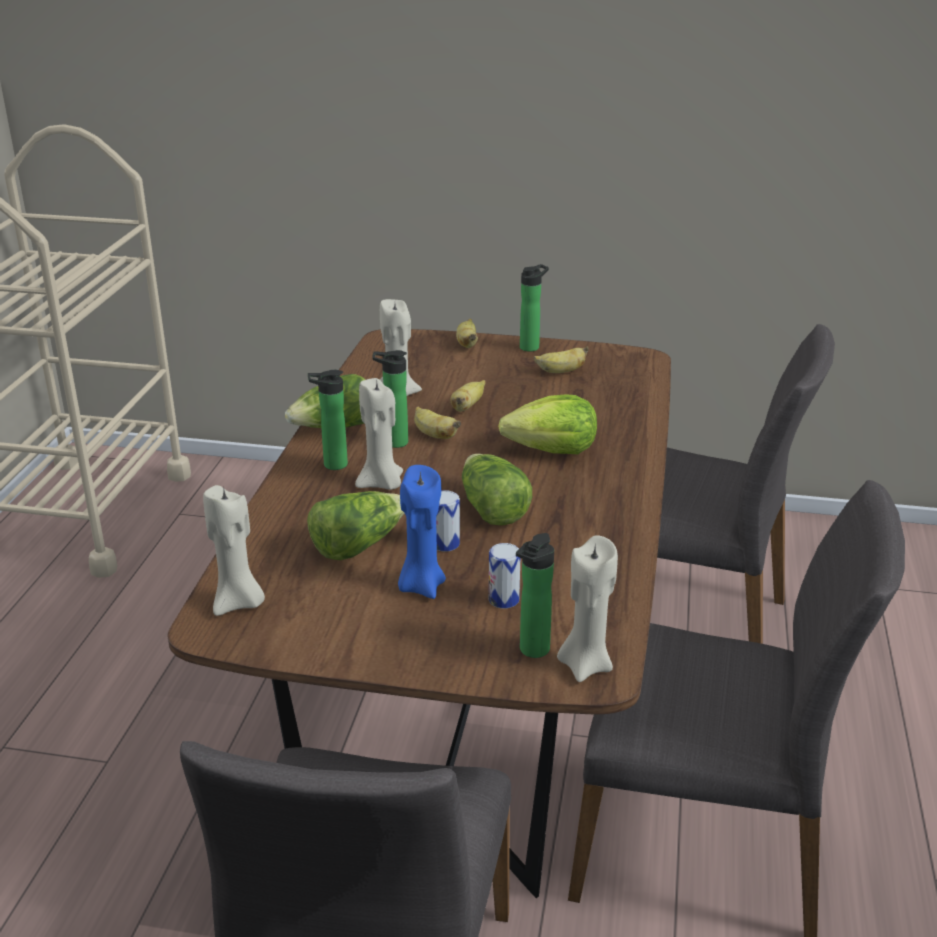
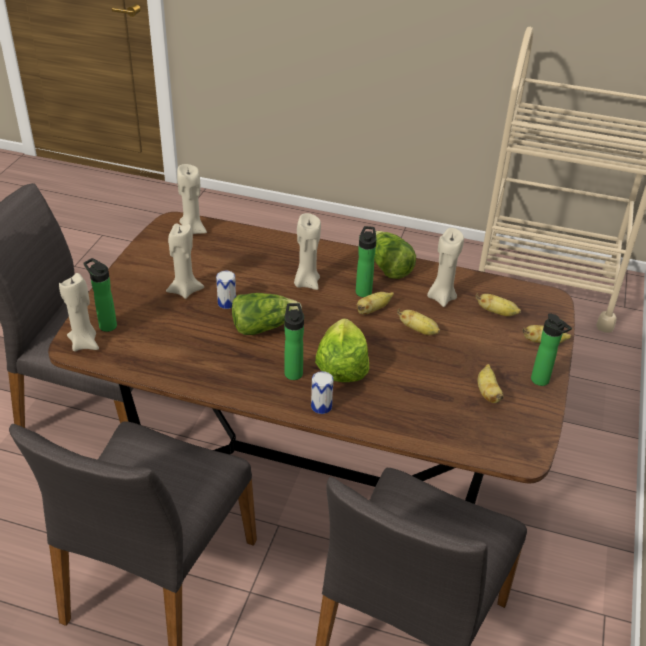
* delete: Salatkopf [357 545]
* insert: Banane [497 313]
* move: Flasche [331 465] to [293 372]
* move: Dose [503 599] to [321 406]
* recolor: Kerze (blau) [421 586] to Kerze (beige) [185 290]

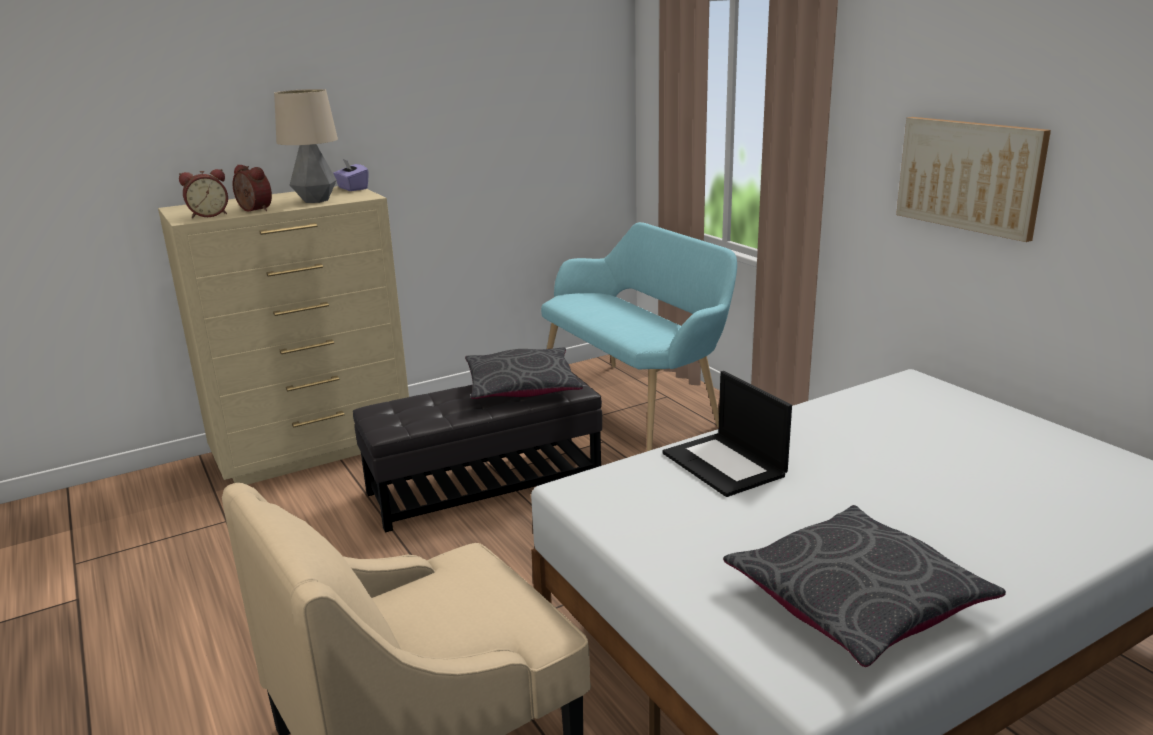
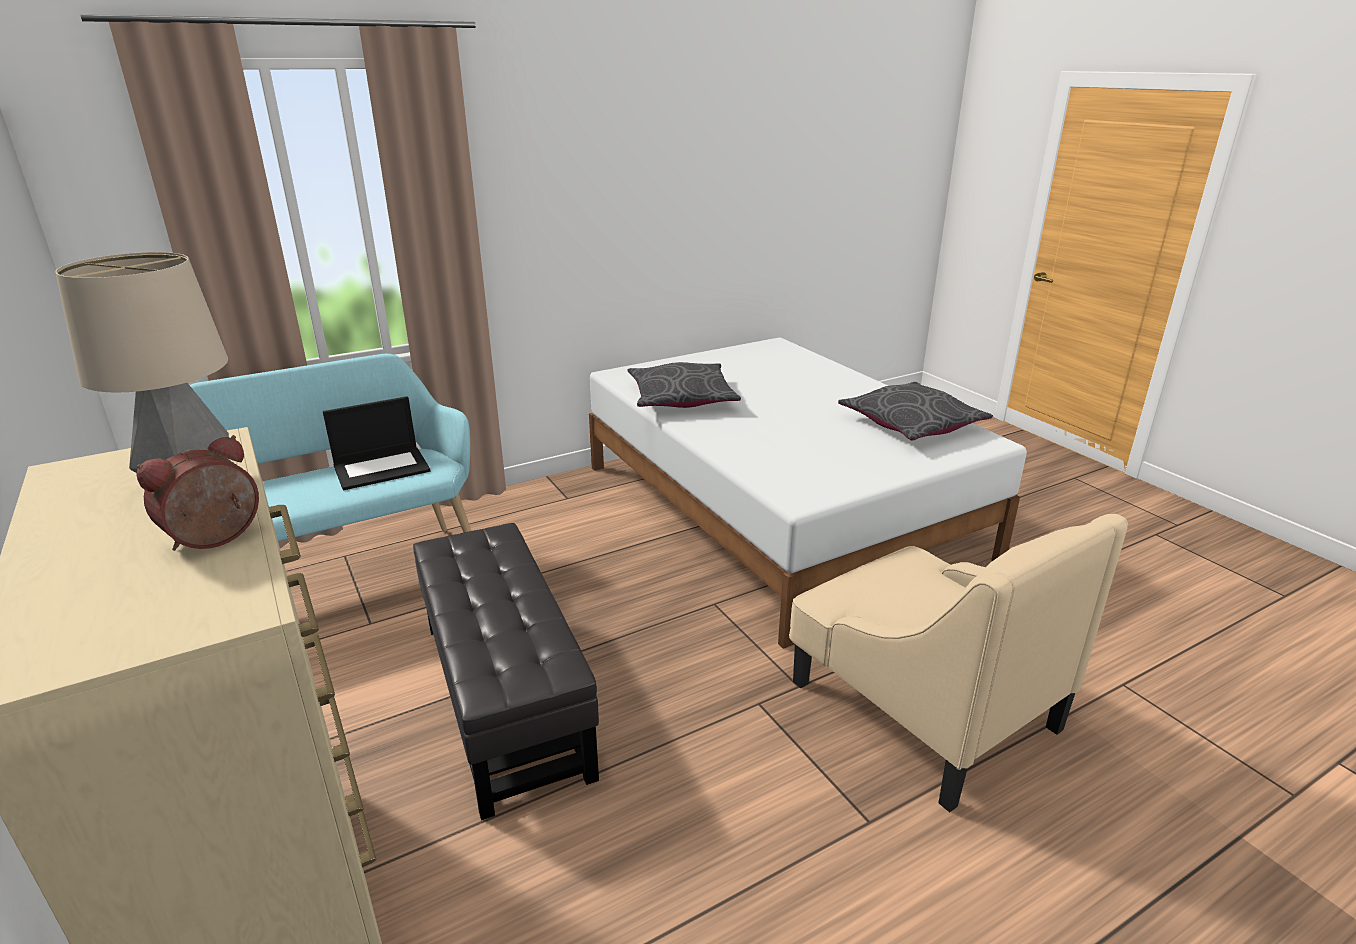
* delete: Wecker [209 215]
* delete: Taschentuchbox (lila) [352 188]
* delete: Bild [969 175]
* move: Kissen (grau) [522 387] to [681 398]
* move: Laptop [725 464] to [382 468]

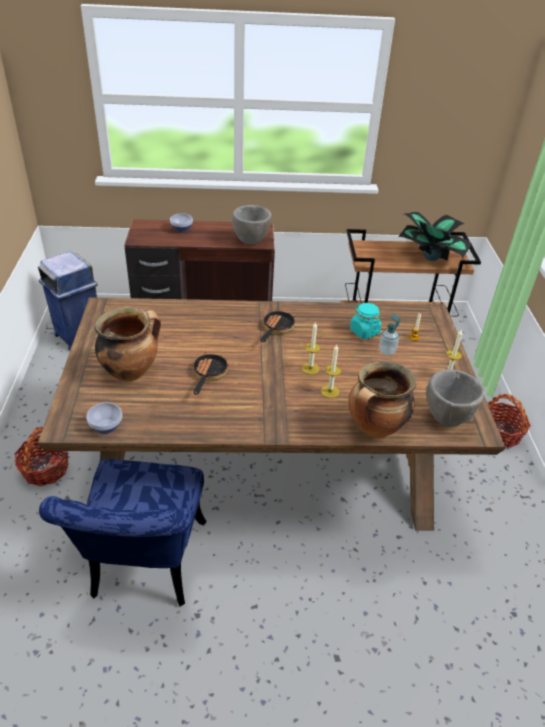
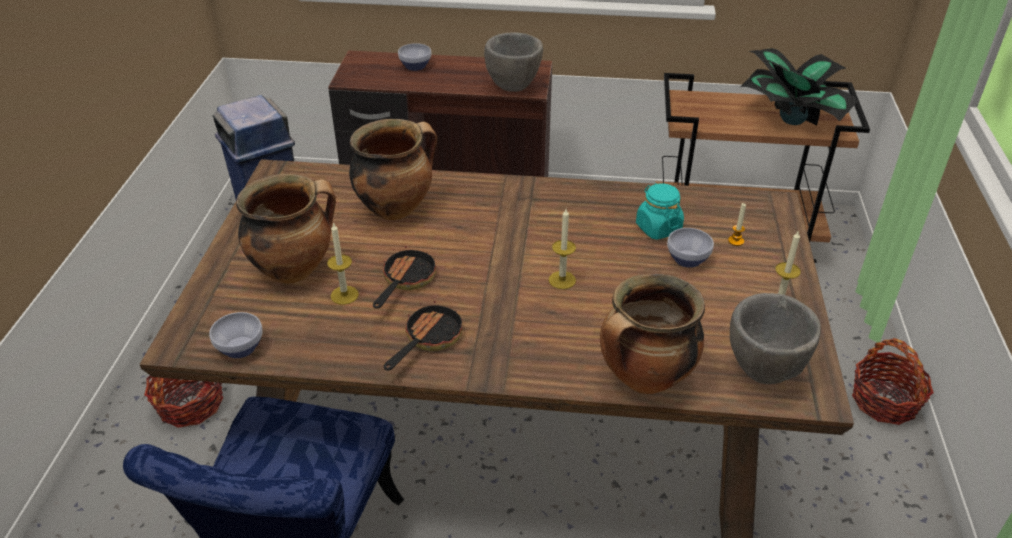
* insert: Kochtopf [396 208]
* move: Pfanne [276 329] to [428 339]
* move: Kerze [330 391] to [344 295]
* replace: Seifenspender [387 351] to Schüssel [688 260]

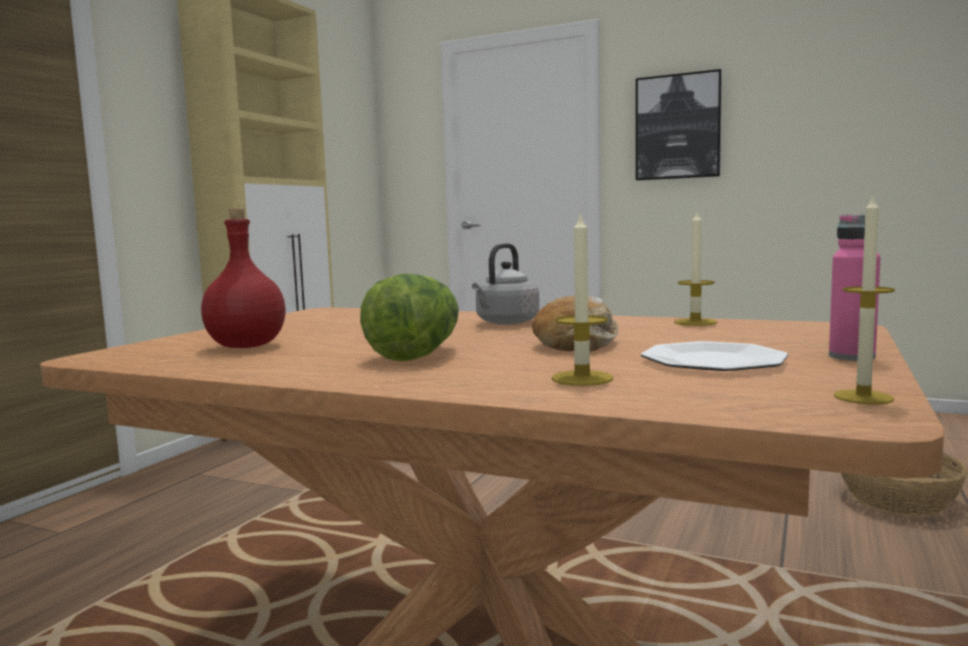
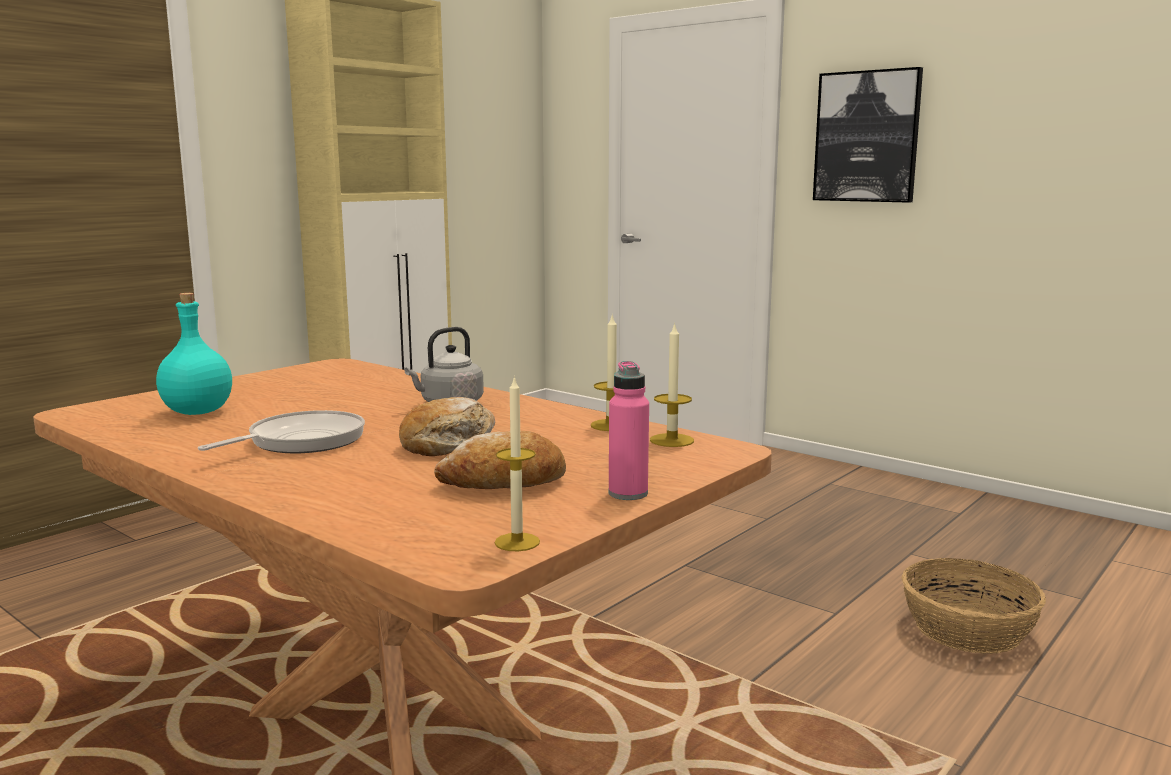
* move: Kerze [582 378] to [672 440]
* replace: Salatkopf [417 355] to Pfanne [300 441]
* replace: Teller [713 361] to Brot [504 483]
* recolor: Flasche (rot) [247 346] to Flasche (türkis) [198 412]

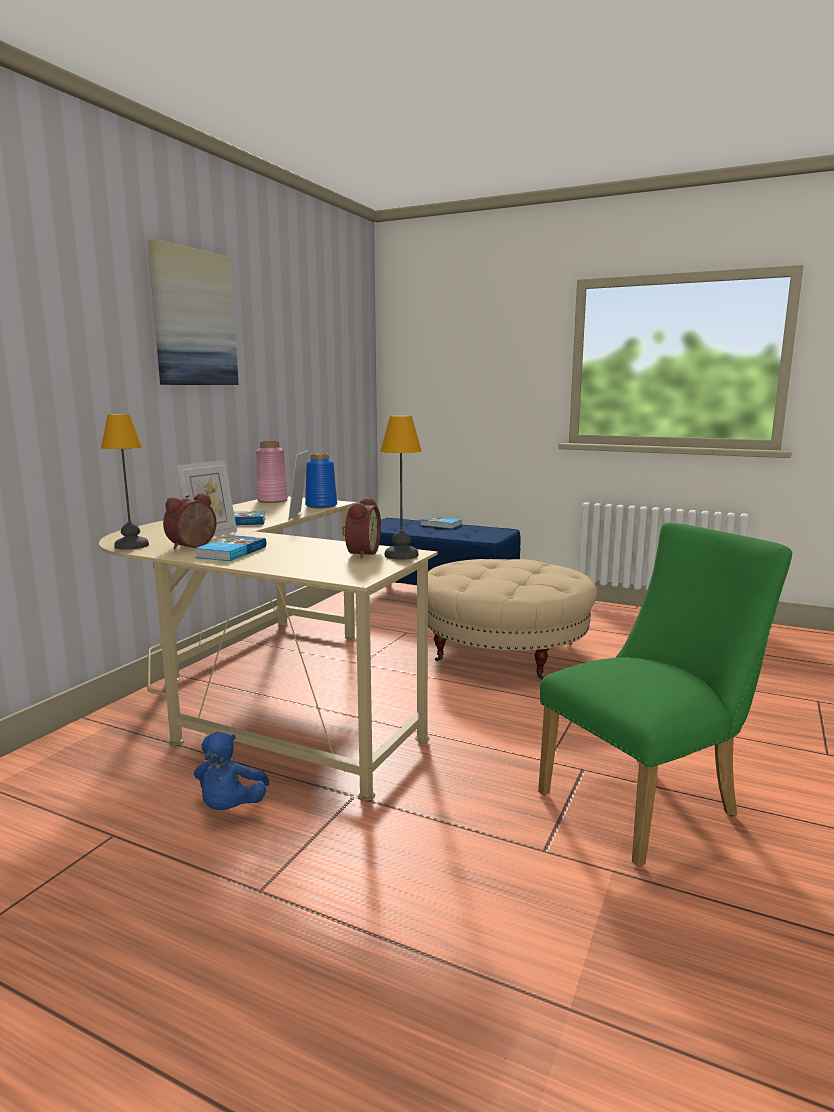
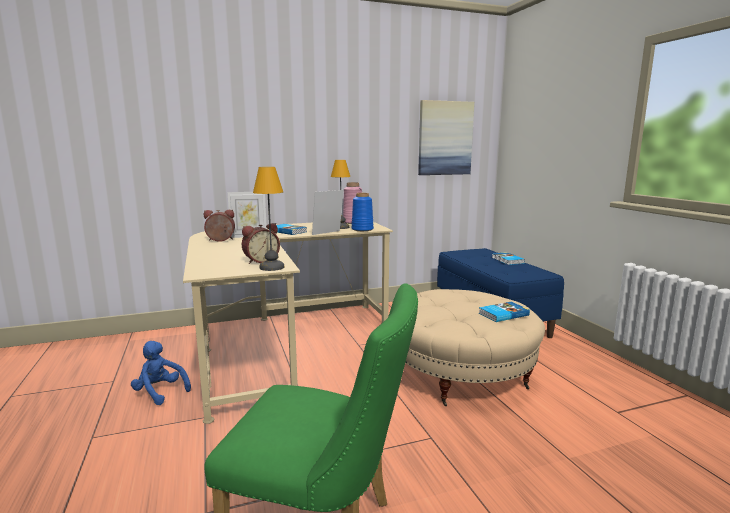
* move: Tischlampe [130 545] to [340 227]
* move: Bild [193 318] to [445 138]
* move: Buch [230 552] to [502 314]
* rotate: Plüschtier (blau) [230 807] = [160 392] 75 degrees clockwise

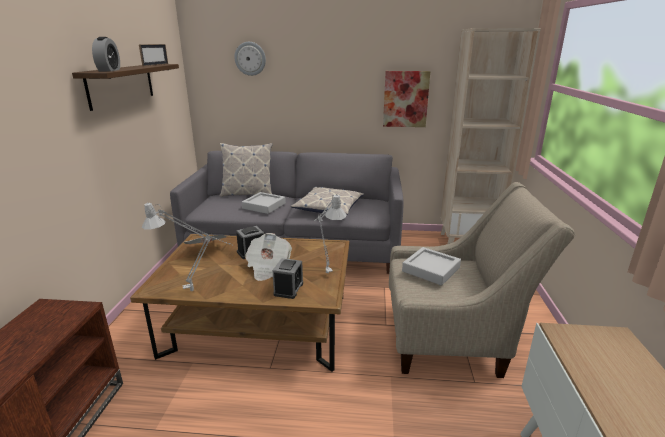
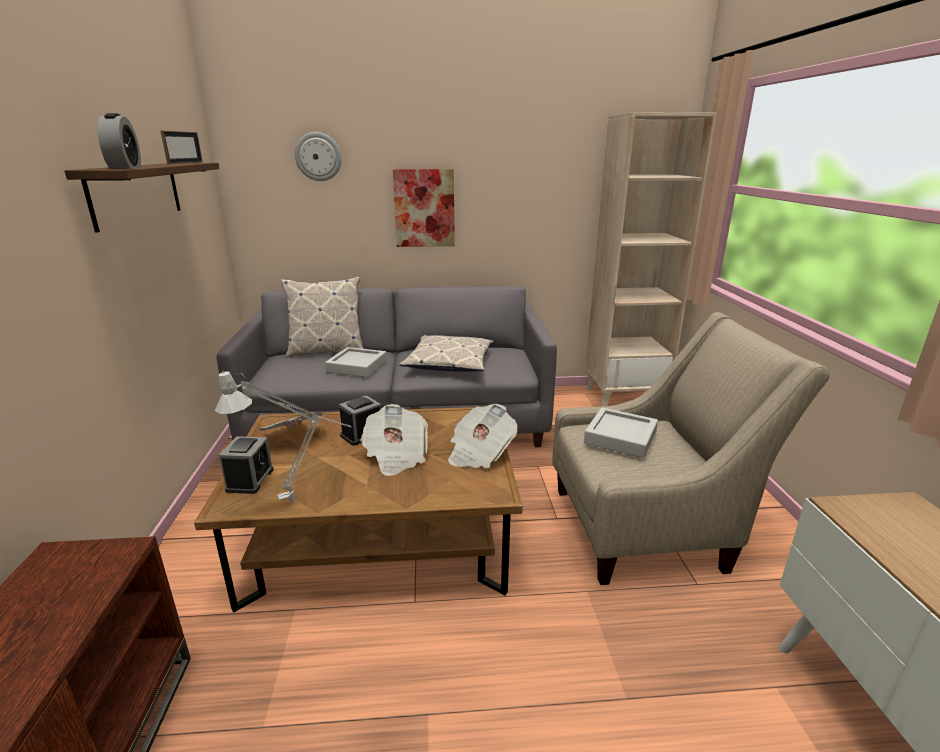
* move: Wecker [288 289] to [250 480]
* move: Bild [405 99] to [424 208]
* replace: Tischlampe (grau) [325 271] to Zeitung [479 453]

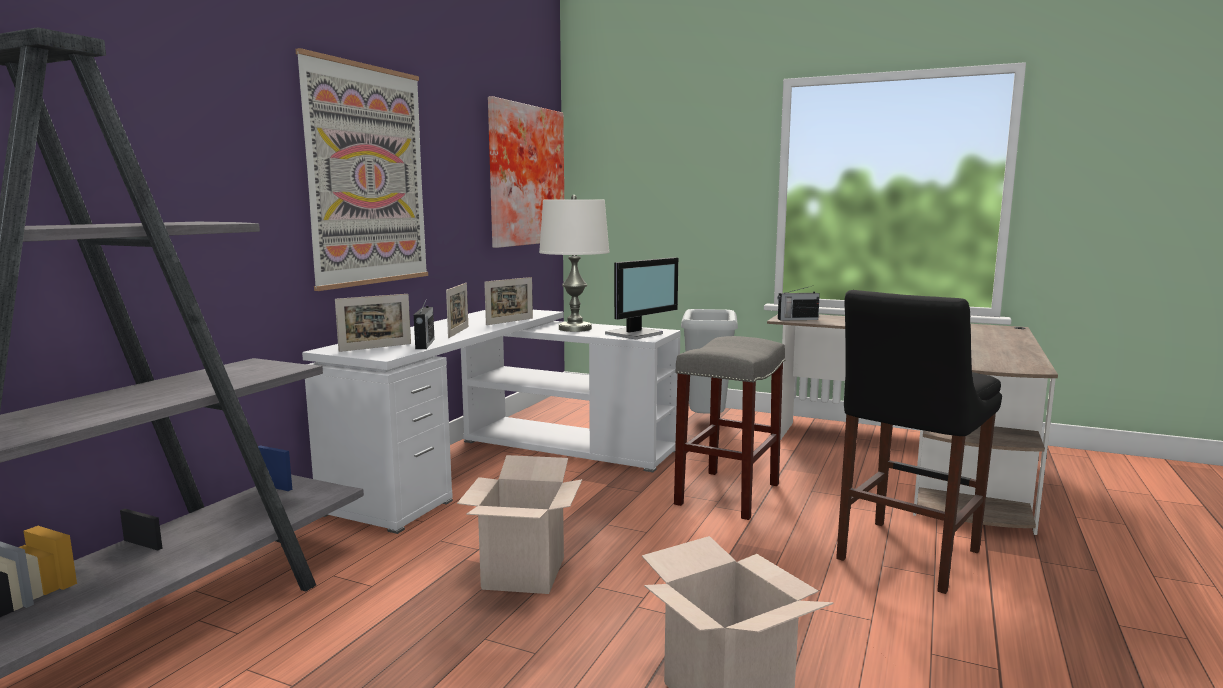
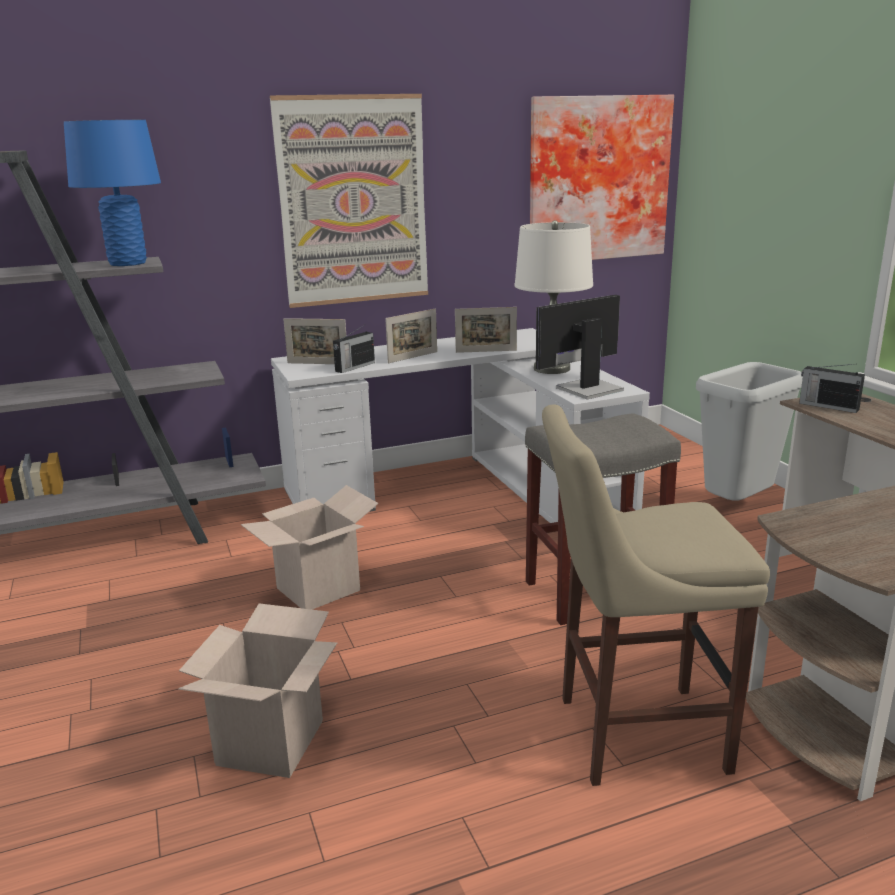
* insert: Tischlampe (blau) [128 263]
* recolor: Hocker (schwarz) [904 557] to Hocker (beige) [632 733]
* rotate: Monitor [636 334] = [586 389] 150 degrees clockwise

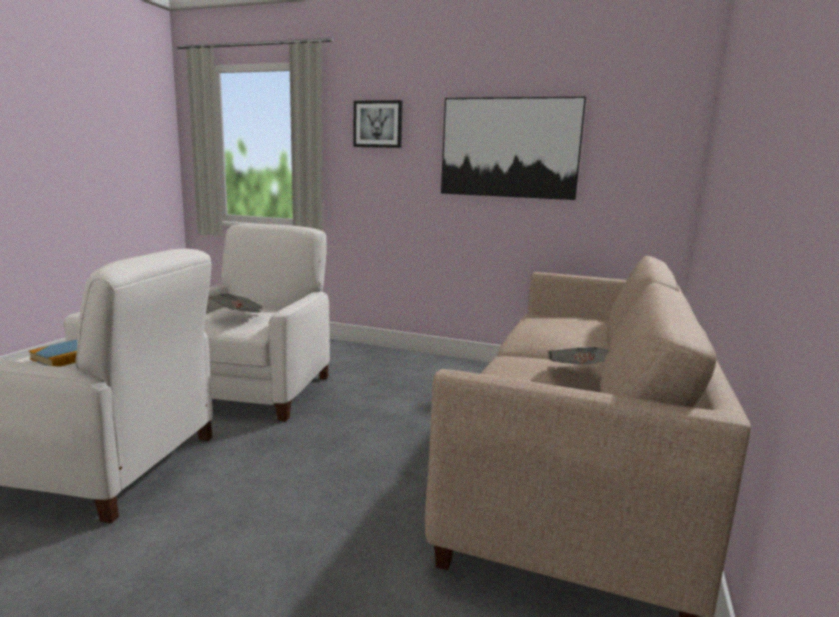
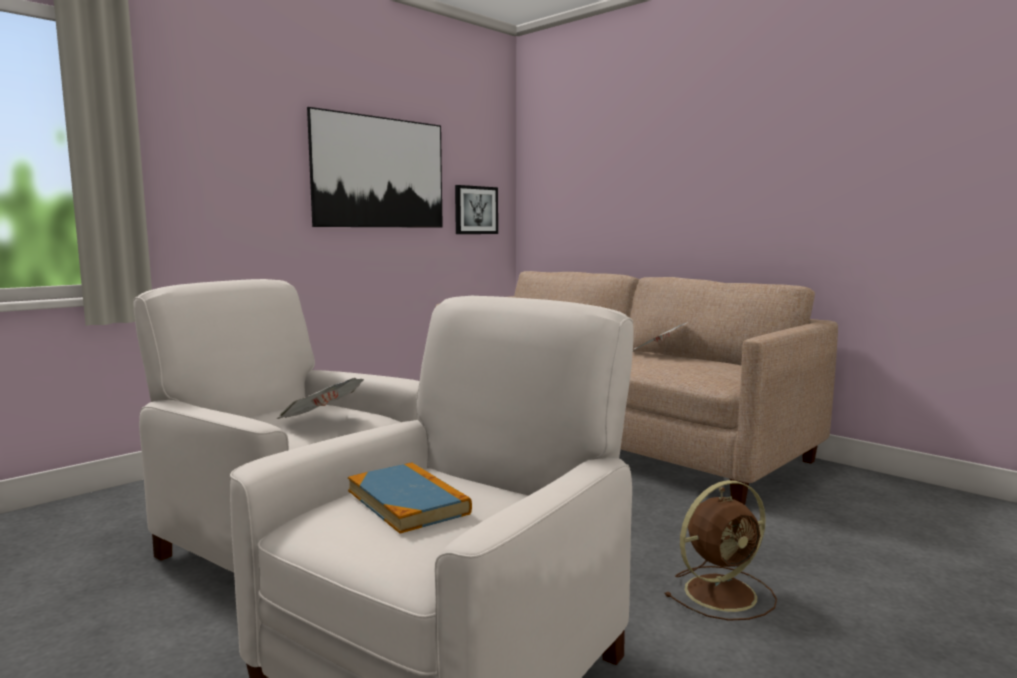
* insert: Ventilator (braun) [723 592]
* move: Bild [378 124] to [475 210]

